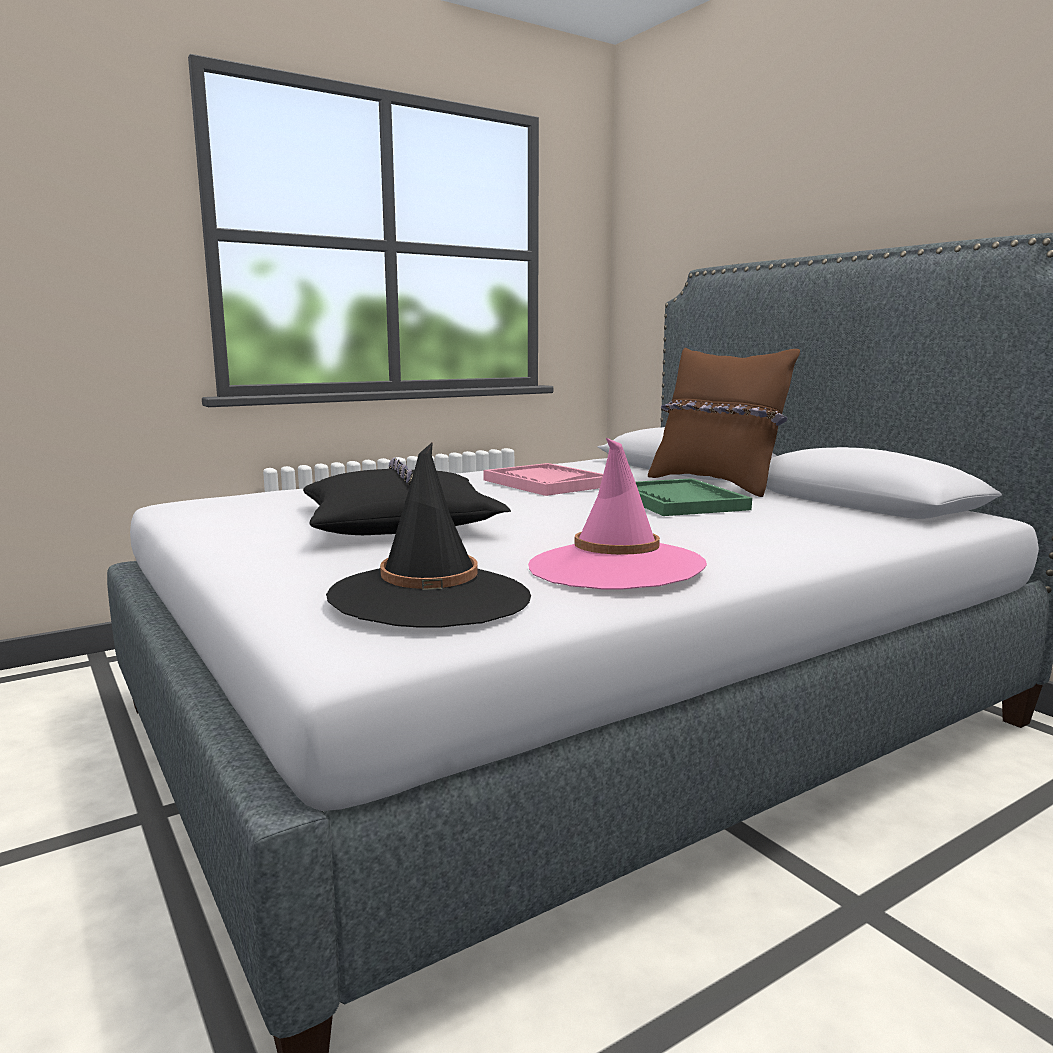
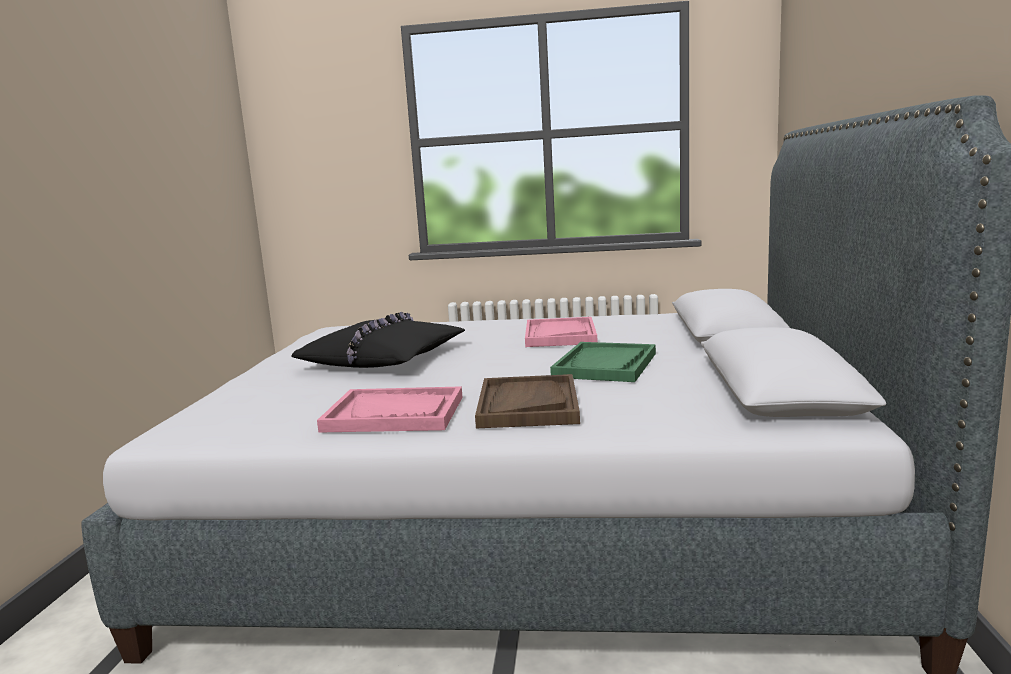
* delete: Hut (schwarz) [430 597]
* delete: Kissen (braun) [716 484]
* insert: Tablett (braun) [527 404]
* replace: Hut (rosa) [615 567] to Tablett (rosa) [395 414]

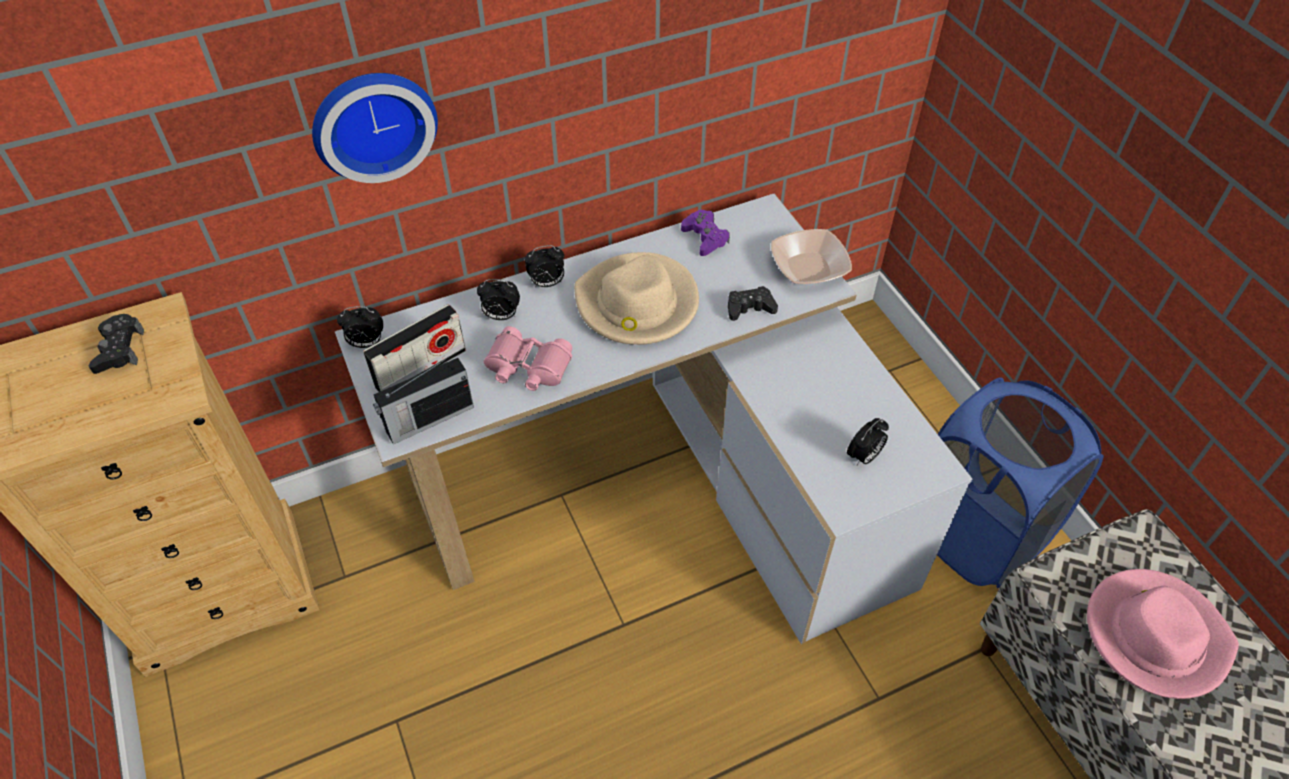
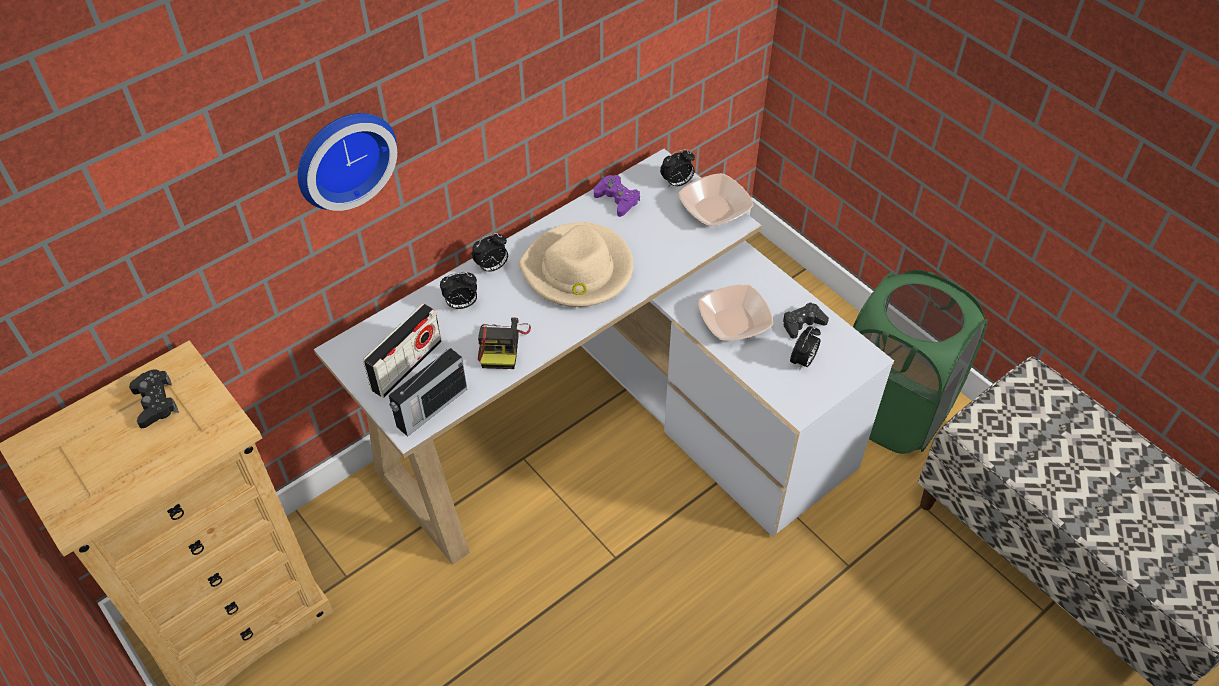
* delete: Hut (rosa) [1155 635]
* insert: Schüssel [734 322]
* move: Wecker [366 343] to [677 183]
* move: Gamepad (schwarz) [749 308] to [802 324]
* replace: Fernglas (rosa) [528 368] to Kamera [502 345]
* recolor: Wäschekorb (blau) [976 533] to Wäschekorb (grün) [892 410]

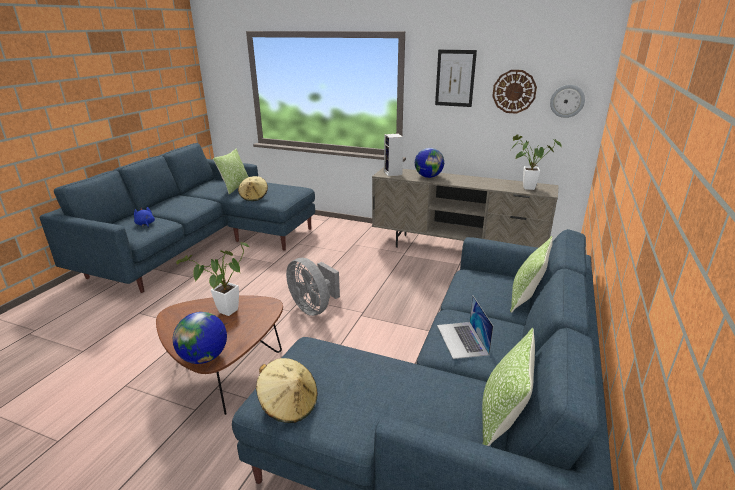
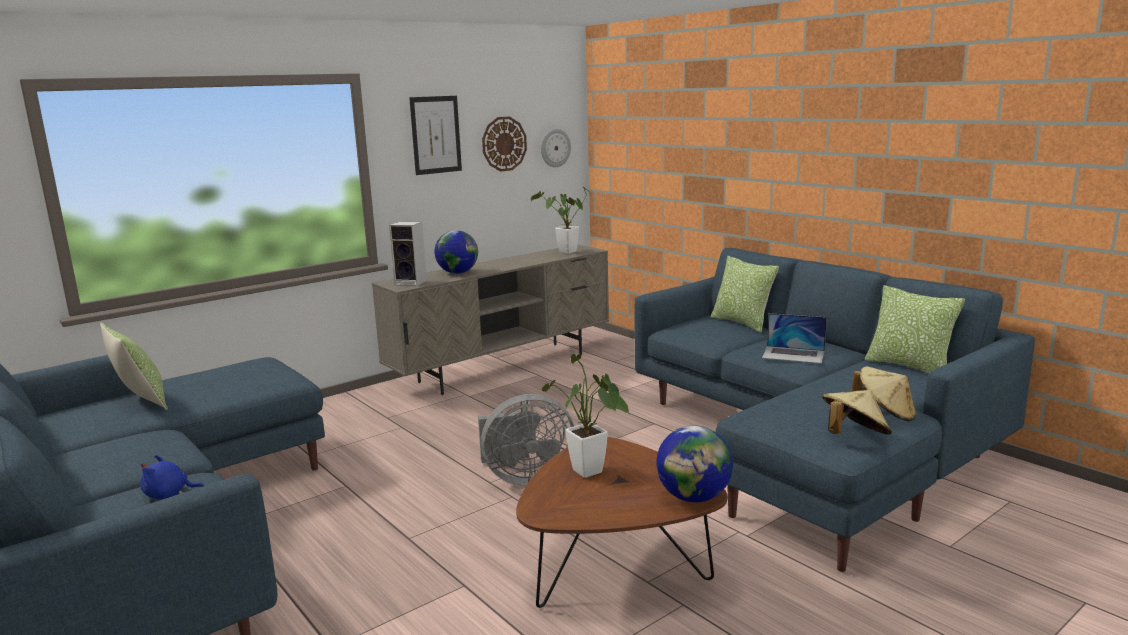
* move: Hut (beige) [254 197] to [885 414]

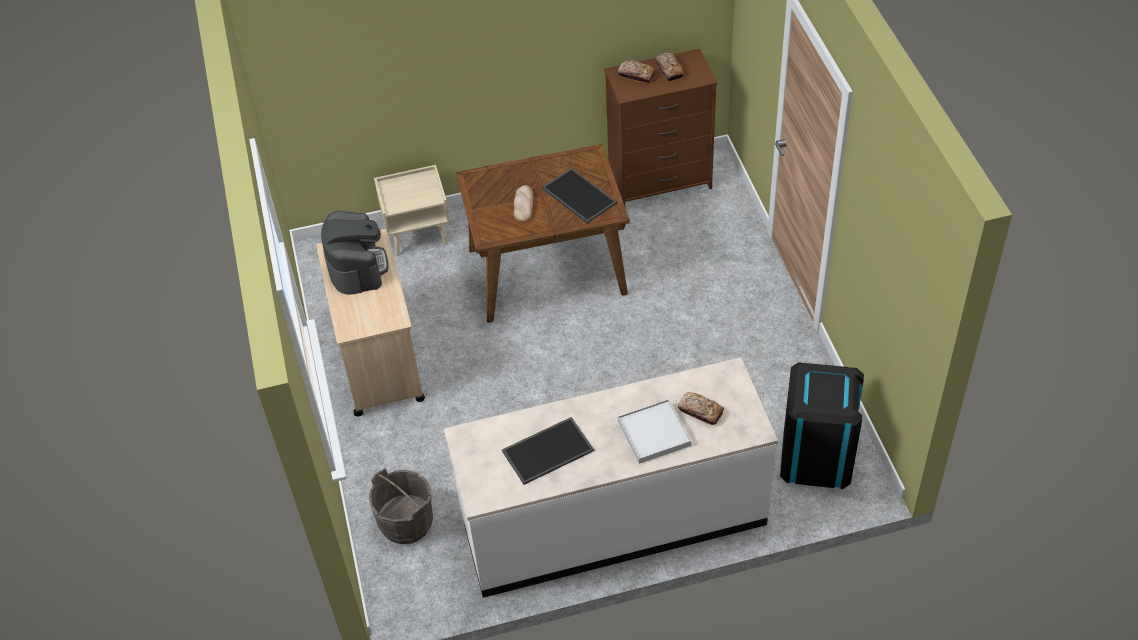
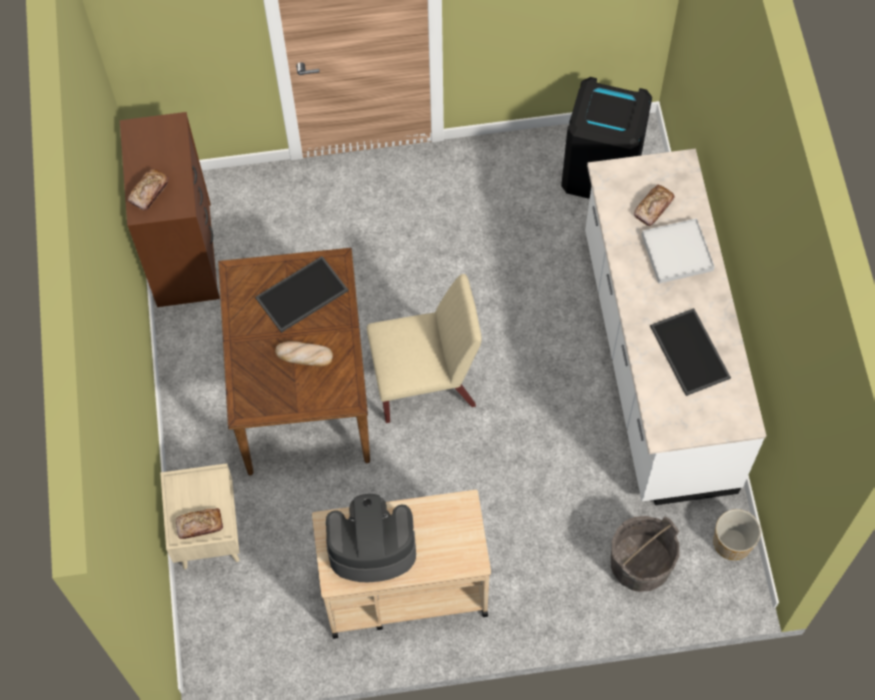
* insert: Stuhl (beige) [425 381]
* insert: Pflanzkübel [733 542]
* move: Brot [669 69] to [200 525]

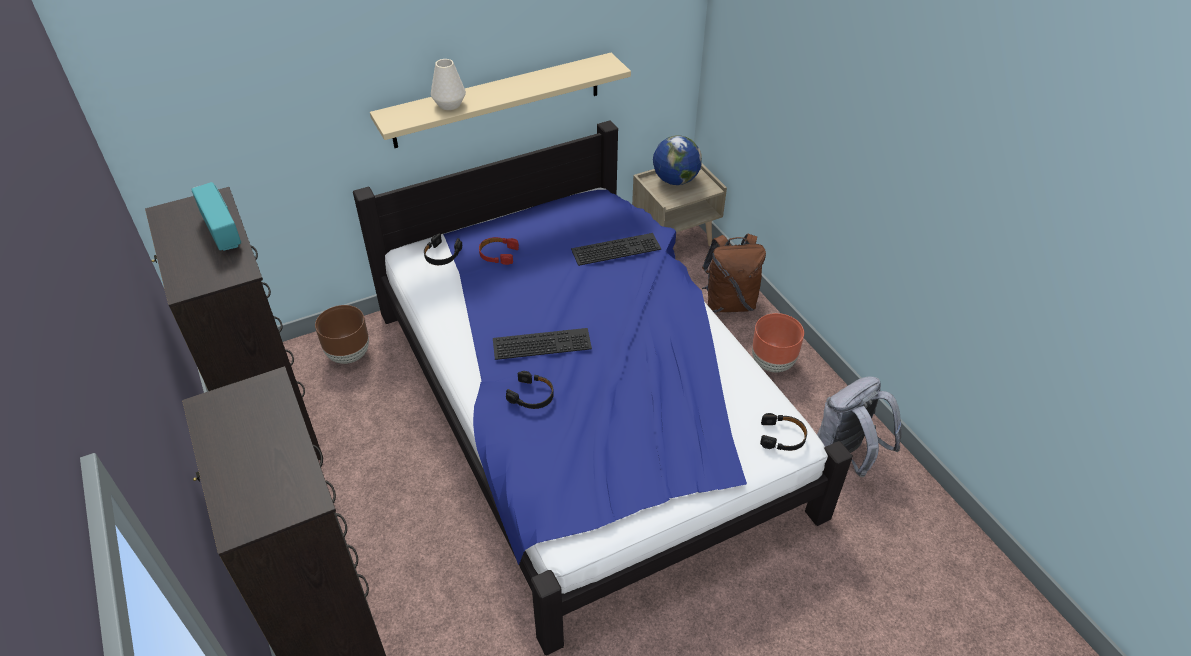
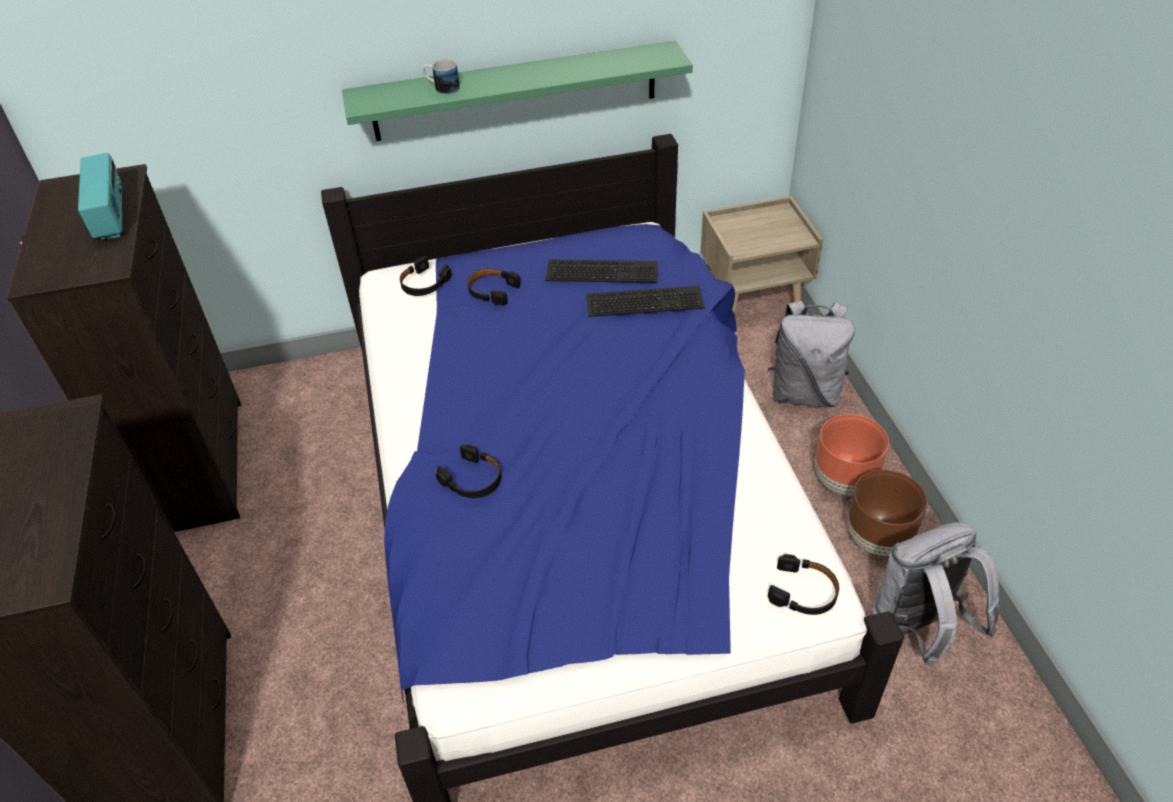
* delete: Globus [675 180]
* move: Pflanzkübel (braun) [349 354] to [877 539]
* move: Tastatur [542 342] to [603 270]
* replace: Vase (weiß) [449 104] to Henkelbecher [442 88]
* recolor: Wandregal (beige) [497 100] to Wandregal (grün) [515 91]
* recolor: Kopfhörer (rot) [498 254] to Kopfhörer (schwarz) [492 290]
* recolor: Rucksack (braun) [729 302] to Rucksack (grau) [804 392]

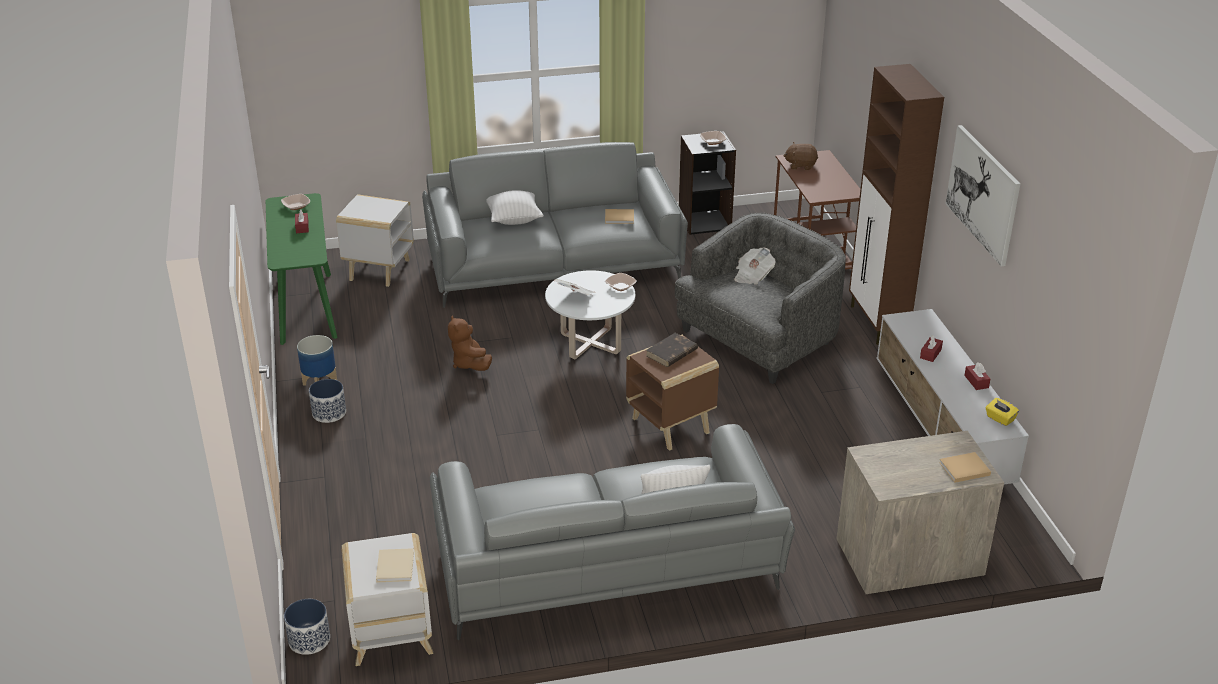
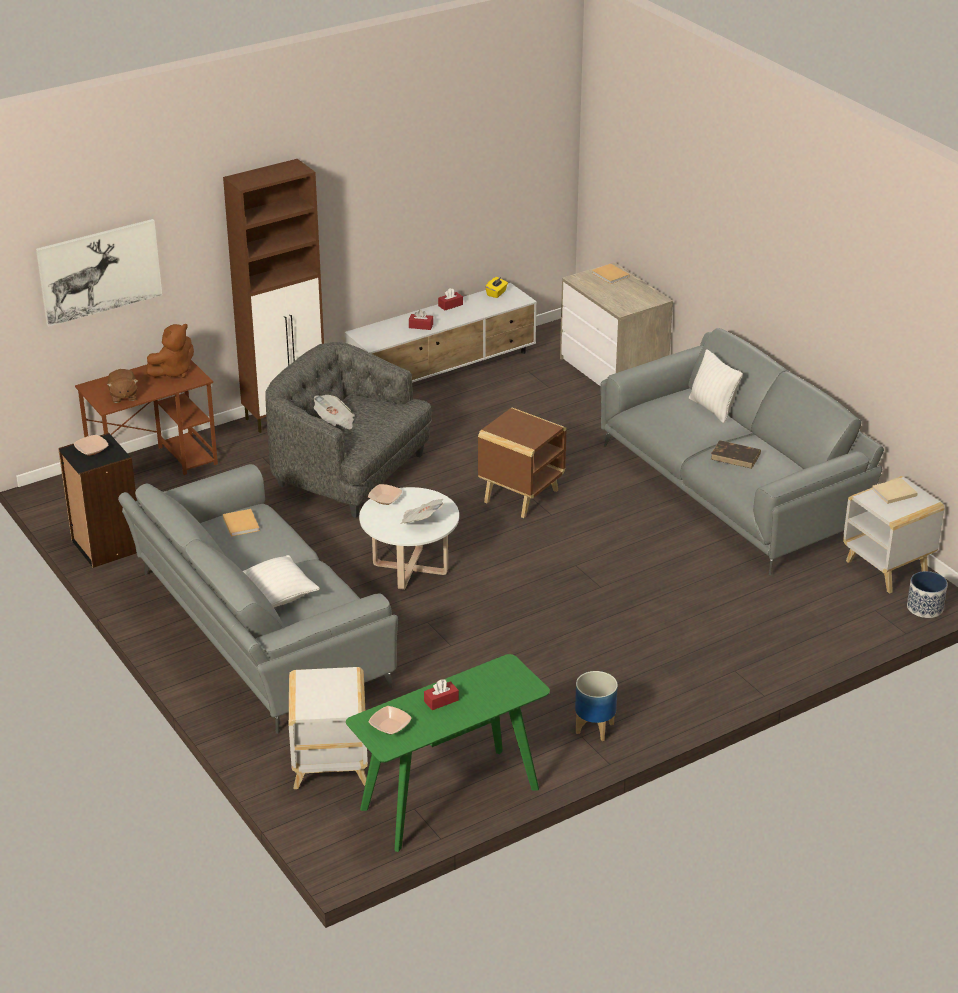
* delete: Pflanzkübel [329 413]
* move: Plüschtier (braun) [470 363] to [173 371]
* move: Buch (braun) [671 353] to [736 456]
* move: Bild [983 194] to [99 271]

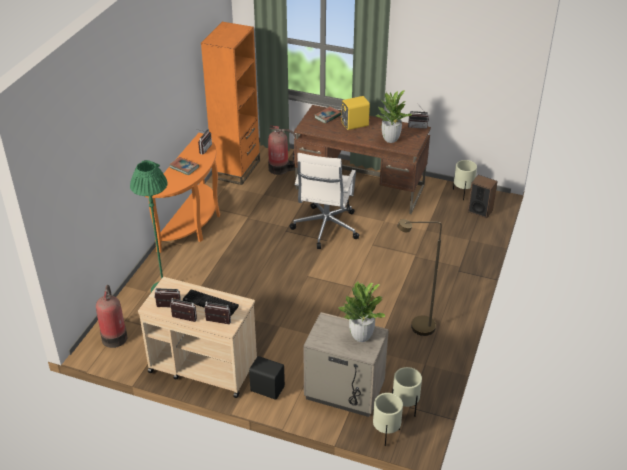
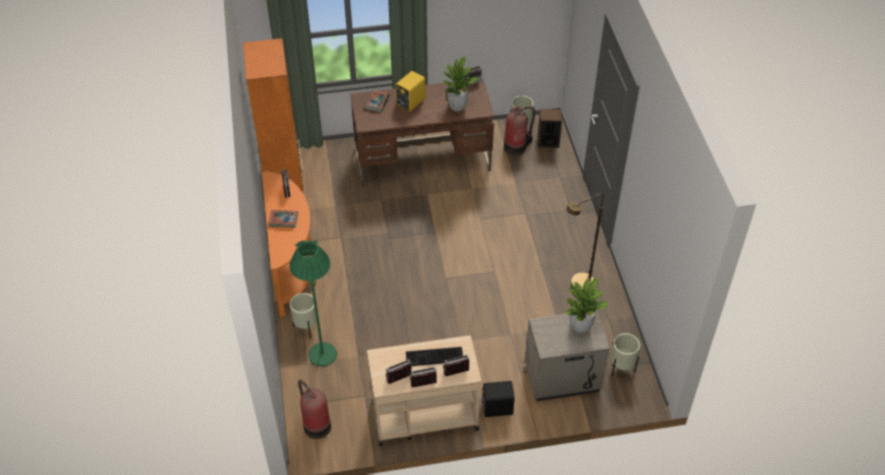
* delete: Bürostuhl (weiß) [325 228]
* move: Feuerlöscher [280 169] to [516 147]
* move: Pflanzkübel (beige) [386 434] to [306 328]

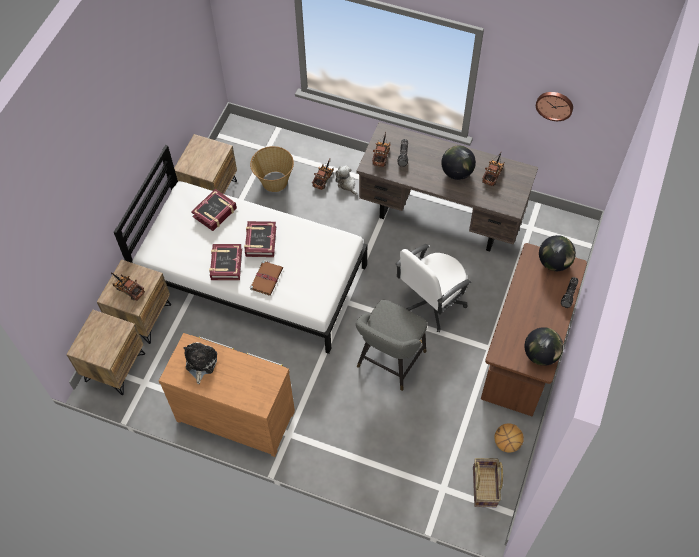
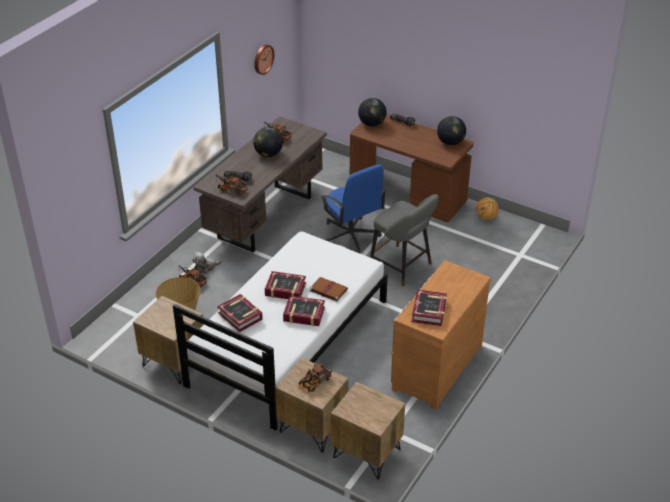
* delete: Korb [485 487]
* replace: Plüschtier [200 363] to Buch [429 311]
* recolor: Bürostuhl (weiß) [430 302] to Bürostuhl (blau) [351 236]

